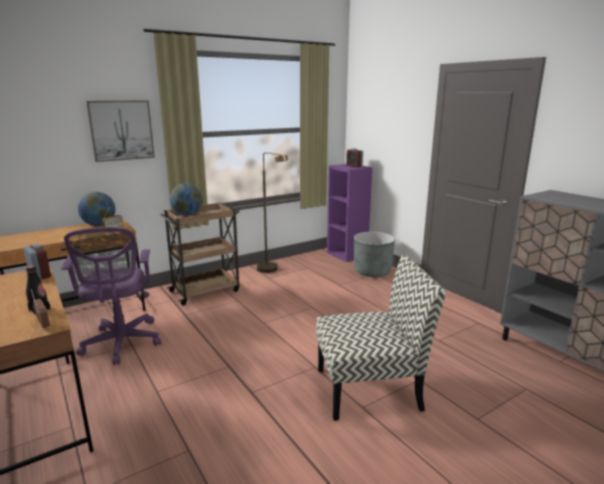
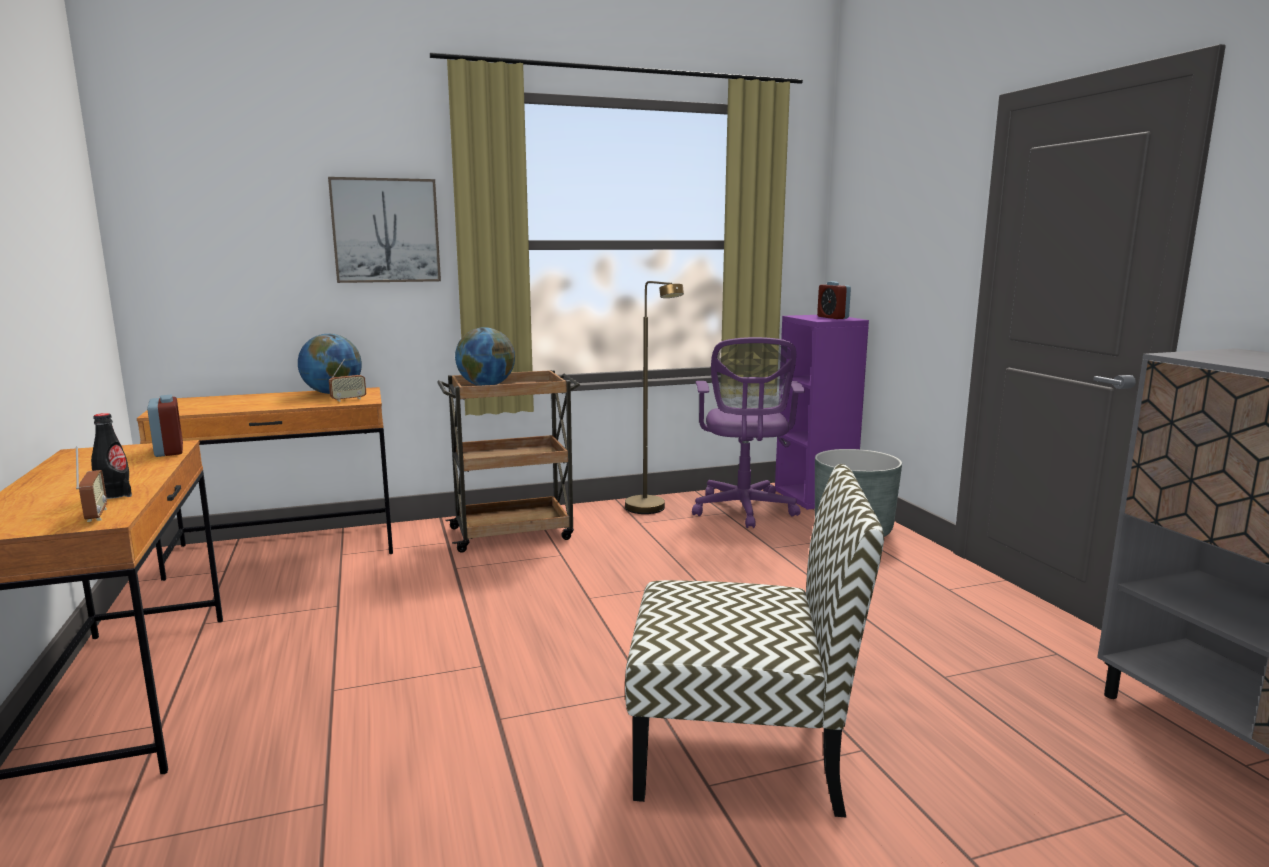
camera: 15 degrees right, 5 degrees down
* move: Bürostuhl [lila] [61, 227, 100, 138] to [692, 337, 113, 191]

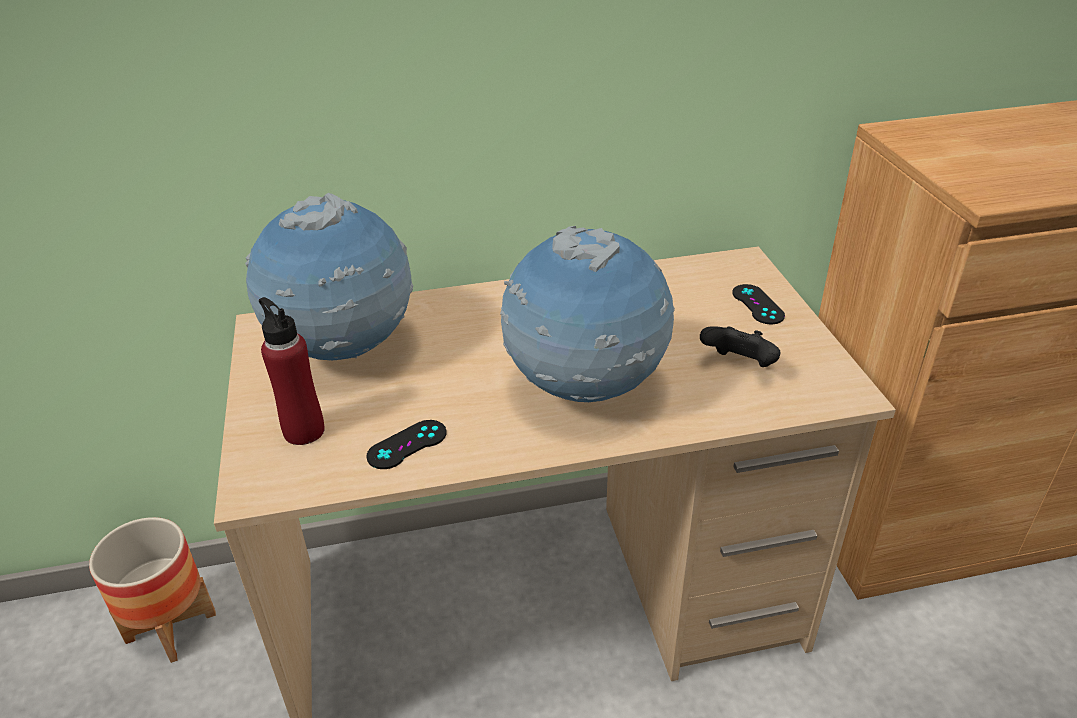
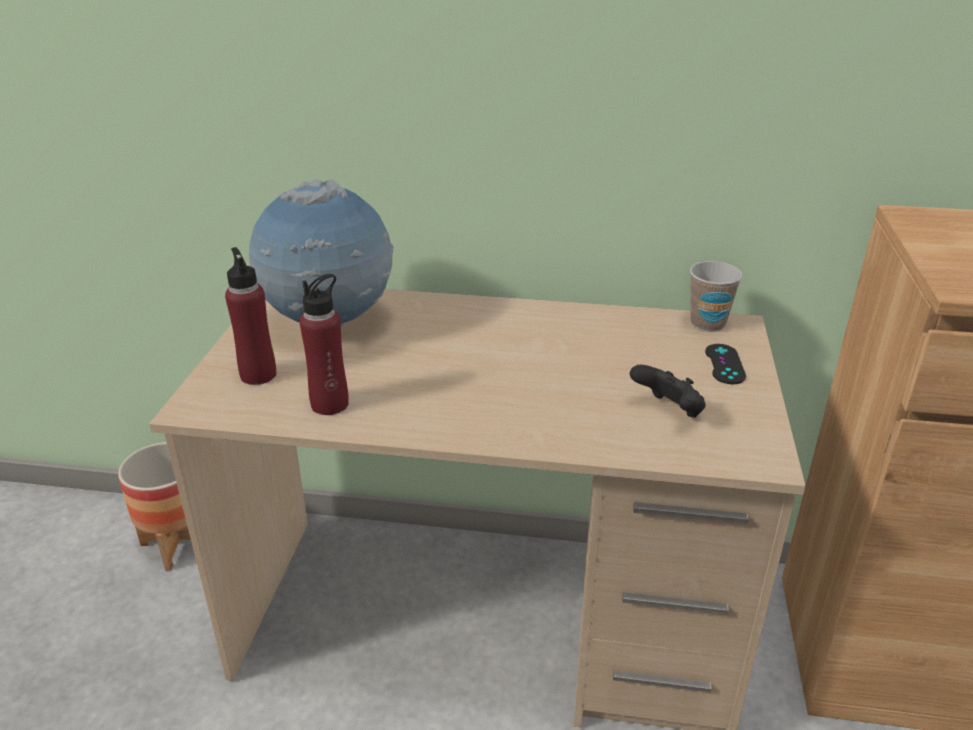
camera: 20 degrees right, 5 degrees down
* delete: Globus [500, 226, 175, 176]
* replace: Gamepad [schwarz] [366, 420, 81, 49] to Flasche [rot] [300, 274, 49, 141]
* insert: Tasse [690, 261, 53, 71]

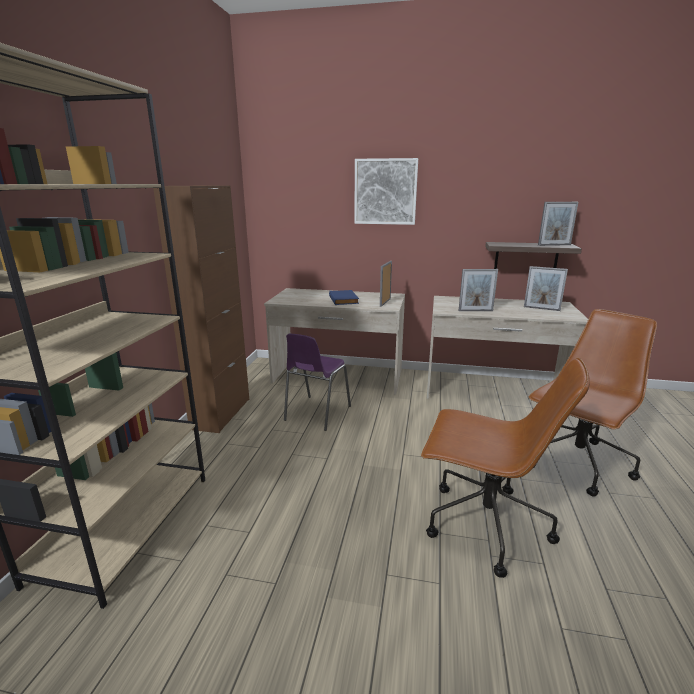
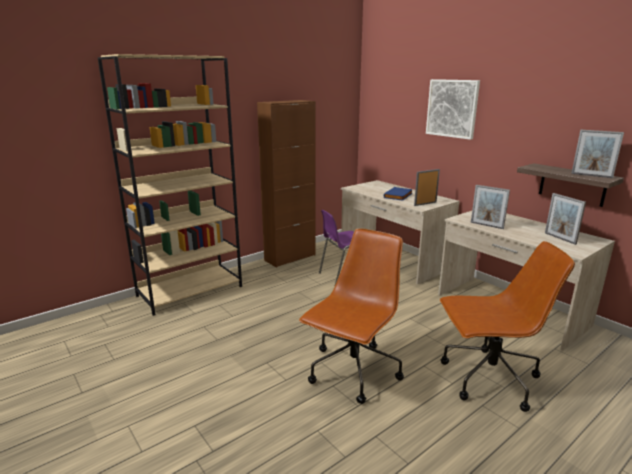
camera: 40 degrees right, 0 degrees up
* rotate: Bürostuhl [braun] [421, 358, 169, 220] = [299, 228, 105, 176] 120 degrees counterclockwise

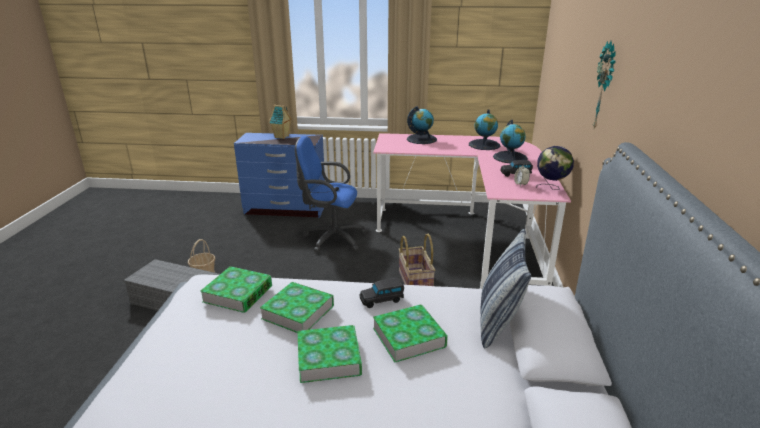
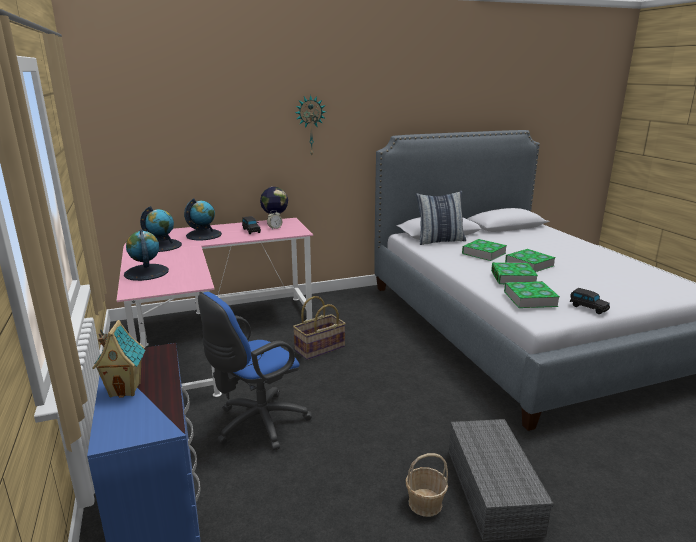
camera: 115 degrees left, 5 degrees down
* rotate: Bürostuhl [blau] [295, 136, 72, 117] = [198, 292, 114, 159] 60 degrees clockwise
* move: Spielzeugauto [schwarz] [360, 277, 44, 31] to [570, 288, 40, 26]

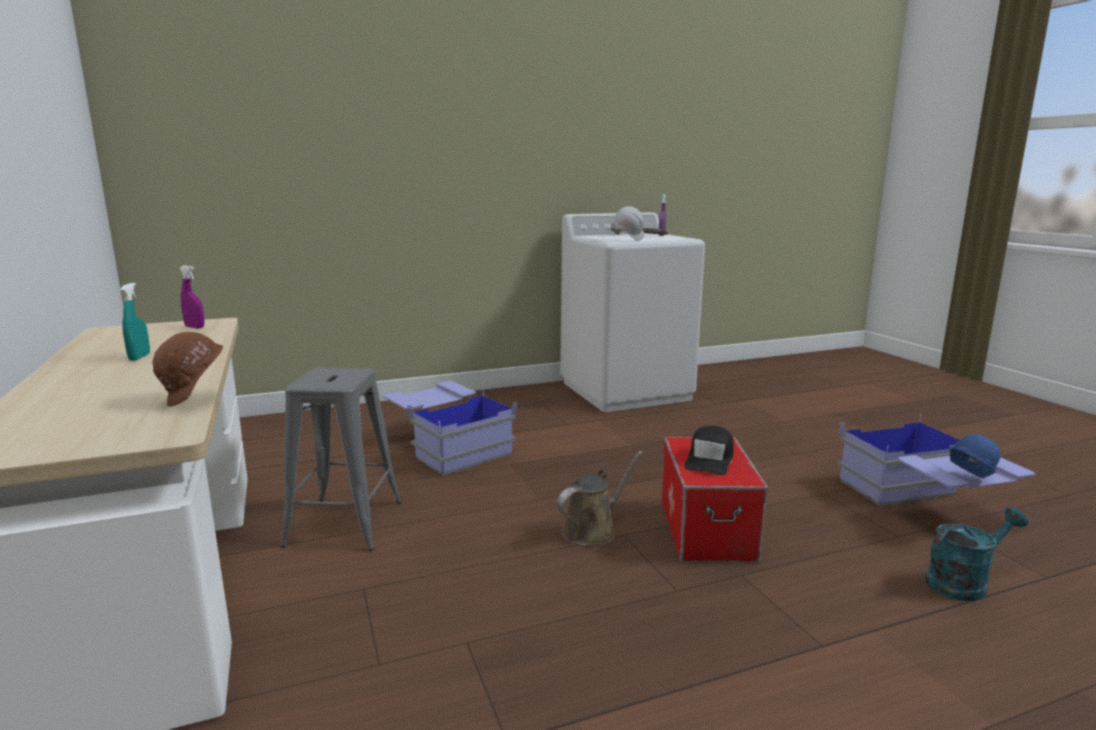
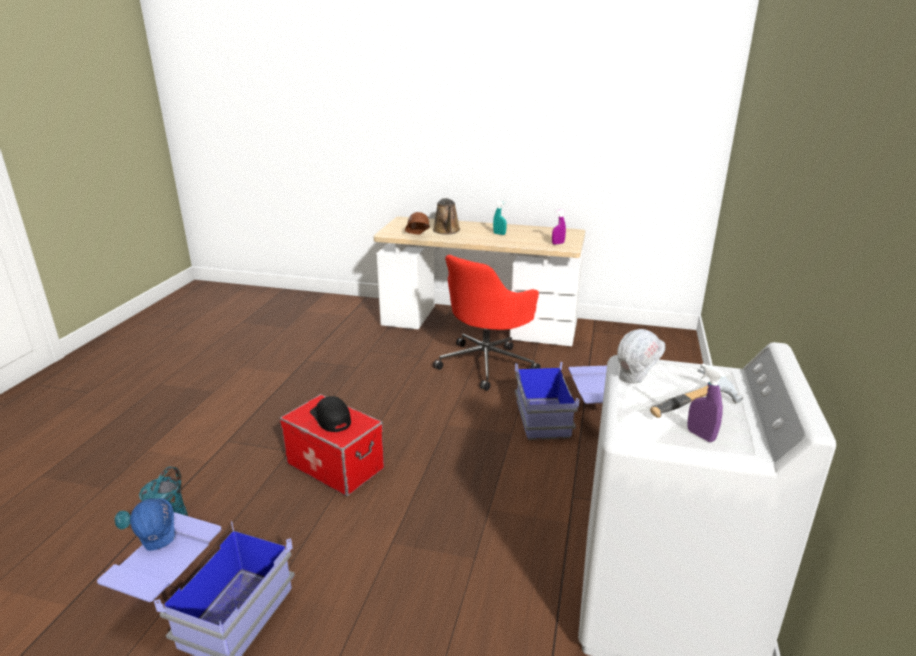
camera: 125 degrees right, 10 degrees up
* replace: Hocker [grau] [280, 367, 122, 184] to Bürostuhl [rot] [433, 255, 107, 136]
* move: Gießkanne [braun] [557, 451, 86, 95] to [433, 198, 27, 36]

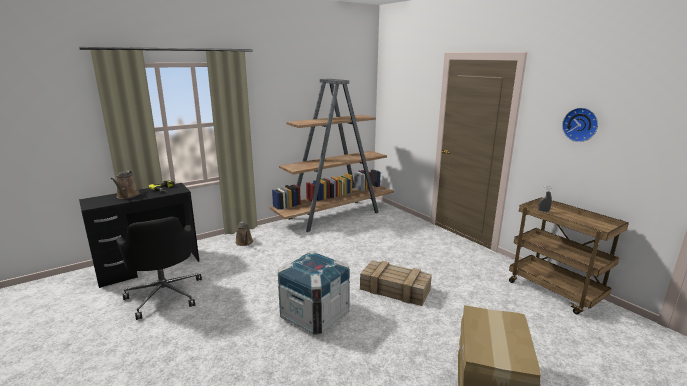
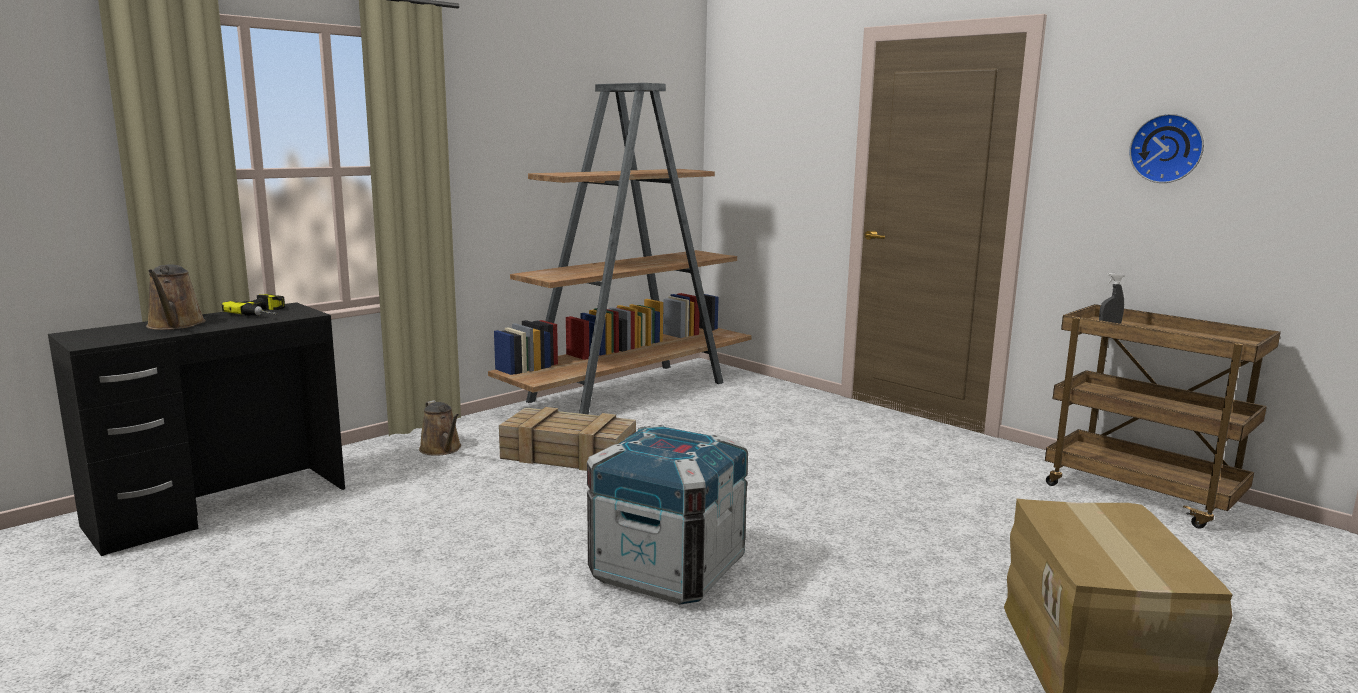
camera: 10 degrees left, 5 degrees down
* delete: Bürostuhl [schwarz] [116, 217, 86, 103]
* move: Kiste [360, 260, 72, 46] to [499, 407, 137, 64]

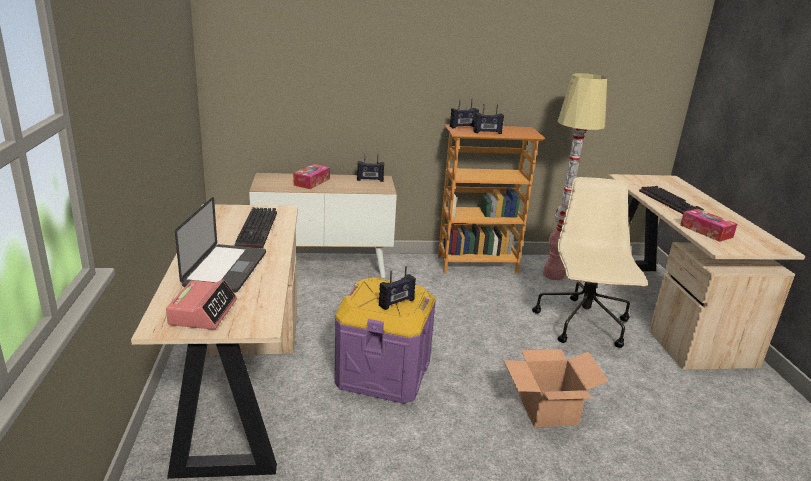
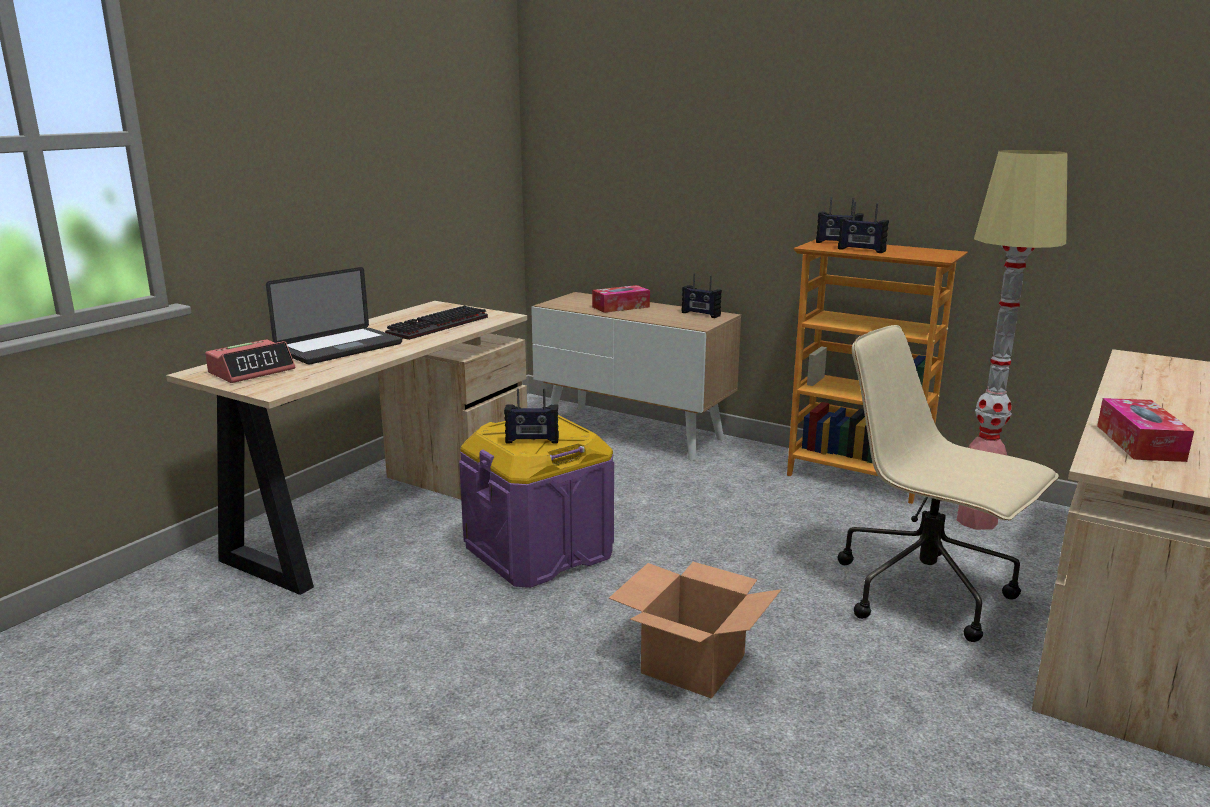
camera: 40 degrees right, 5 degrees down
* rotate: Bürostuhl [beige] [532, 177, 116, 171] = [838, 325, 221, 317] 90 degrees counterclockwise
* delete: Tastatur [639, 186, 65, 28]

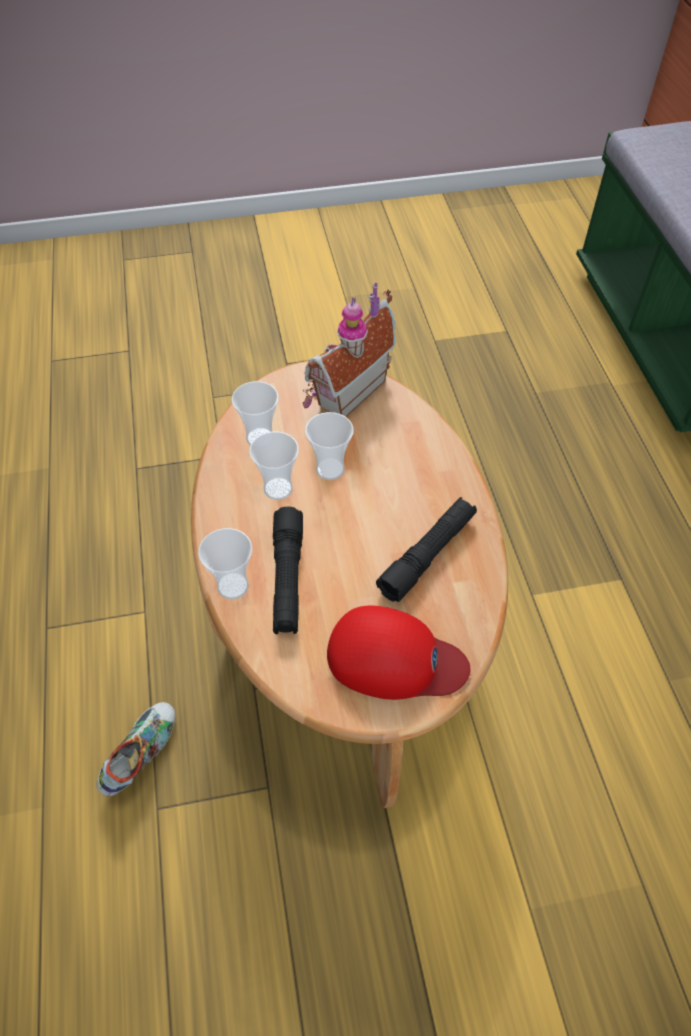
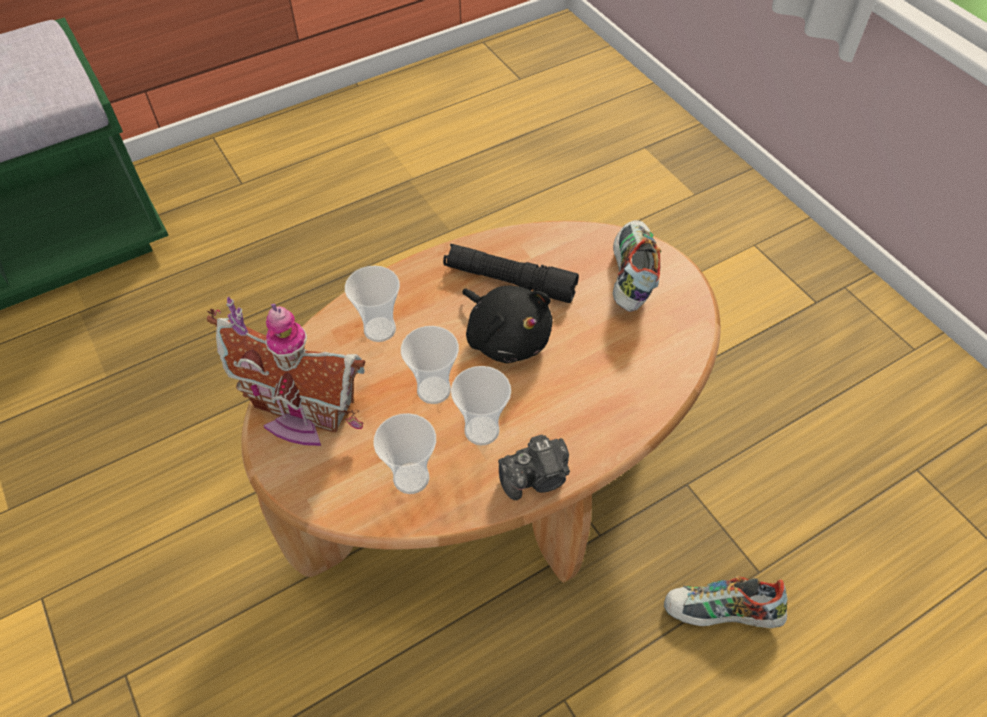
camera: 110 degrees left, 0 degrees up
* delete: Taschenlampe [schwarz] [273, 506, 30, 128]
* move: Tasse [198, 528, 54, 72] to [345, 266, 55, 76]
* replace: Kappe [rot] [327, 606, 144, 94] to Schuh [613, 220, 48, 92]
* insert: Plüschtier [schwarz] [462, 285, 91, 78]
* insert: Kamera [498, 435, 72, 65]

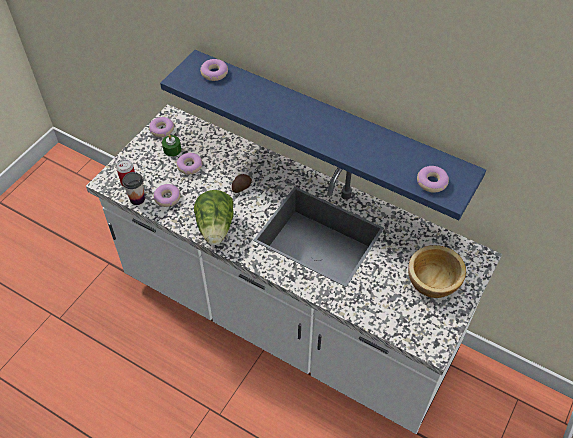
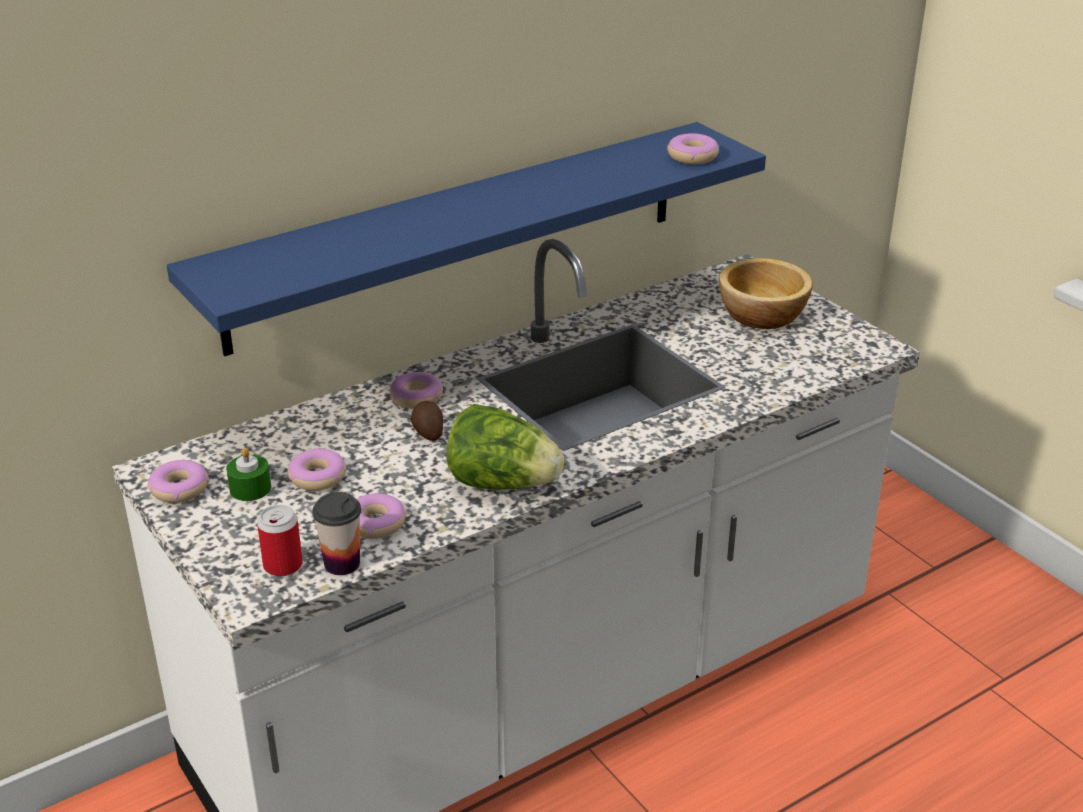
camera: 65 degrees left, 20 degrees down
* move: Donut [200, 59, 28, 22] to [390, 372, 53, 37]

